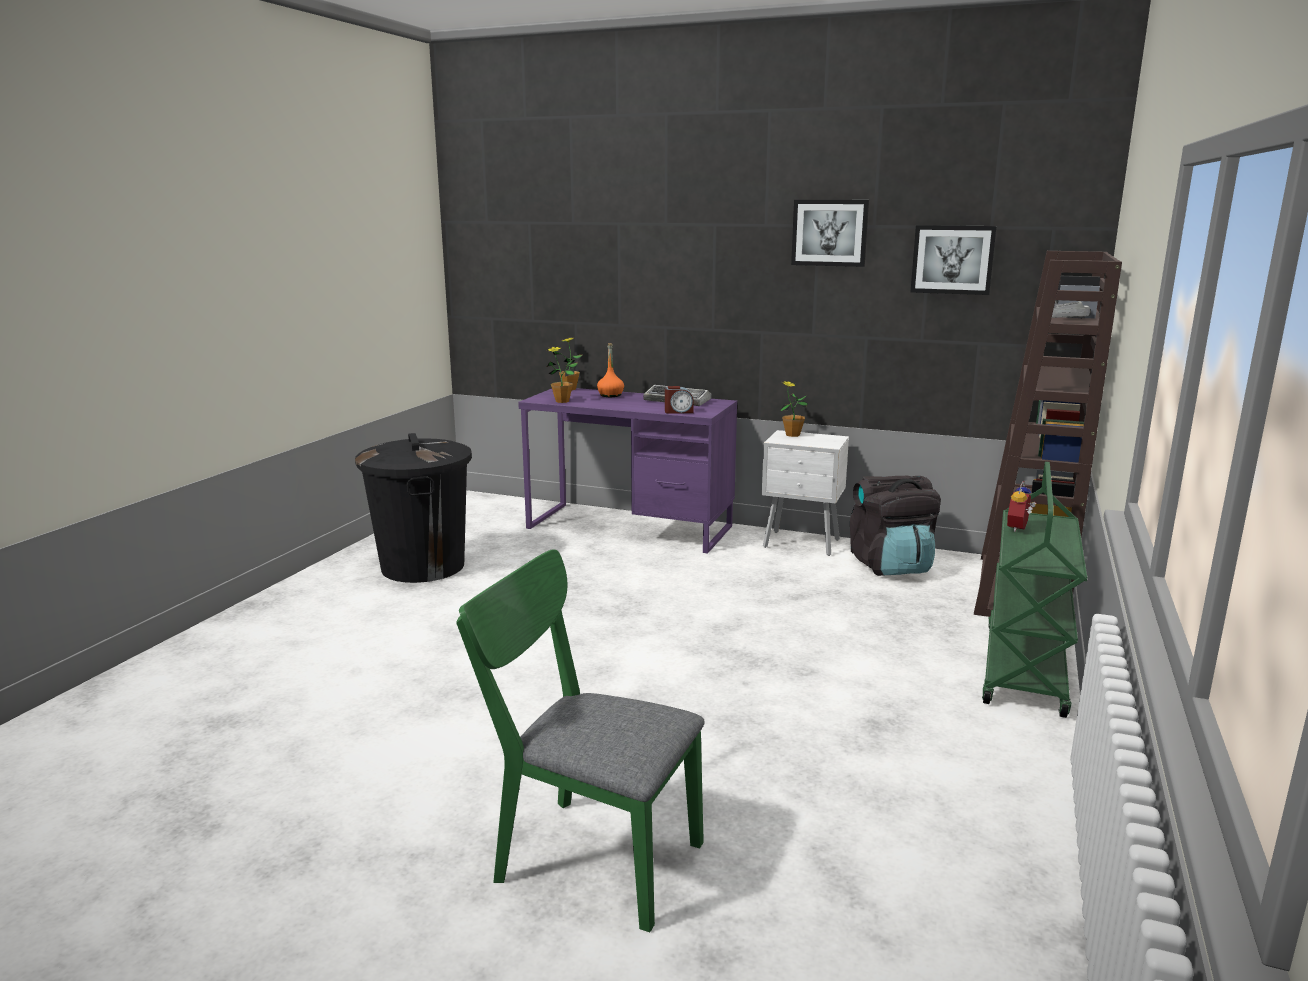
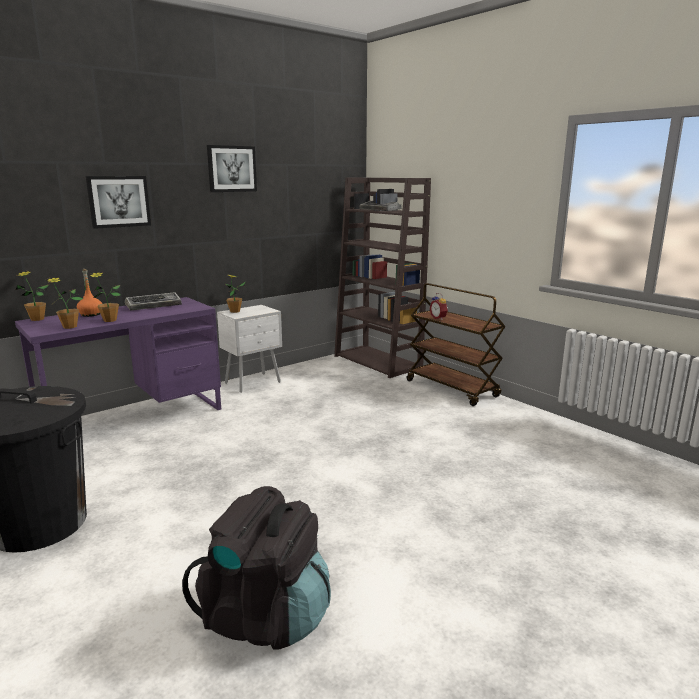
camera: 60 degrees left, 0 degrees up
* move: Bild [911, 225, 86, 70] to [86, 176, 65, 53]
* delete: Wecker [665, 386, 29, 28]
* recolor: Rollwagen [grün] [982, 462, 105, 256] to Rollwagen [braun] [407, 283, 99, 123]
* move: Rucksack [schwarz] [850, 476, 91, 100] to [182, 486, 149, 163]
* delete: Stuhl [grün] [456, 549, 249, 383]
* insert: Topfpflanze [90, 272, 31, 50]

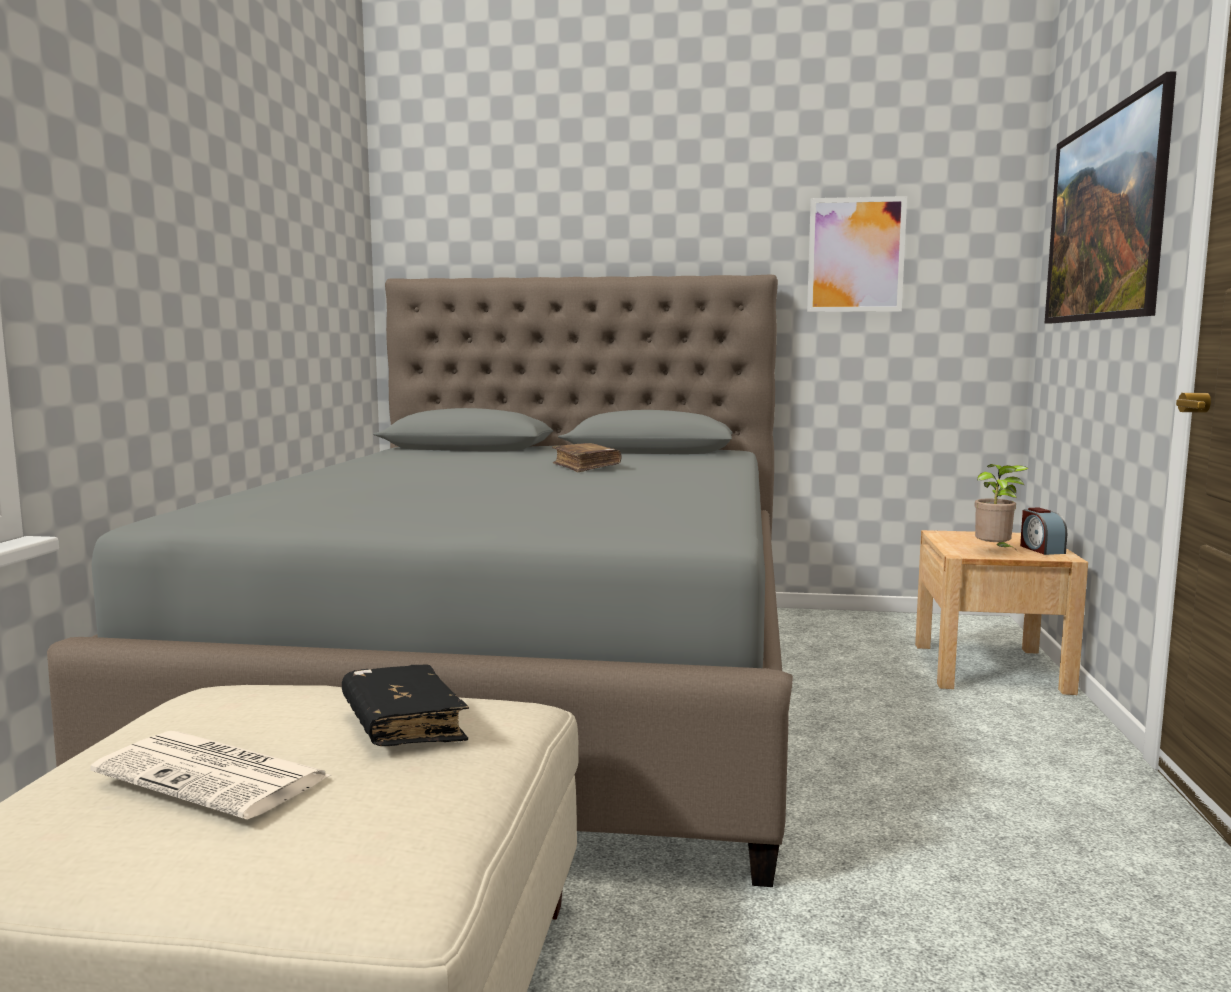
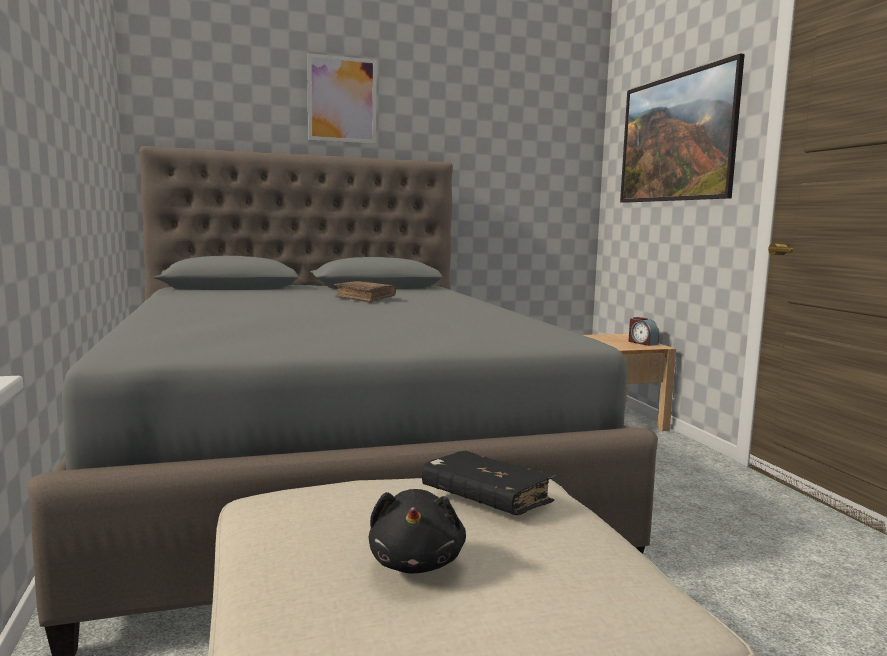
camera: 25 degrees left, 0 degrees up
* move: Bild [807, 196, 100, 116] to [307, 53, 70, 91]
* delete: Topfpflanze [975, 464, 53, 85]
* replace: Zeitung [90, 731, 243, 89] to Plüschtier [schwarz] [369, 489, 97, 84]

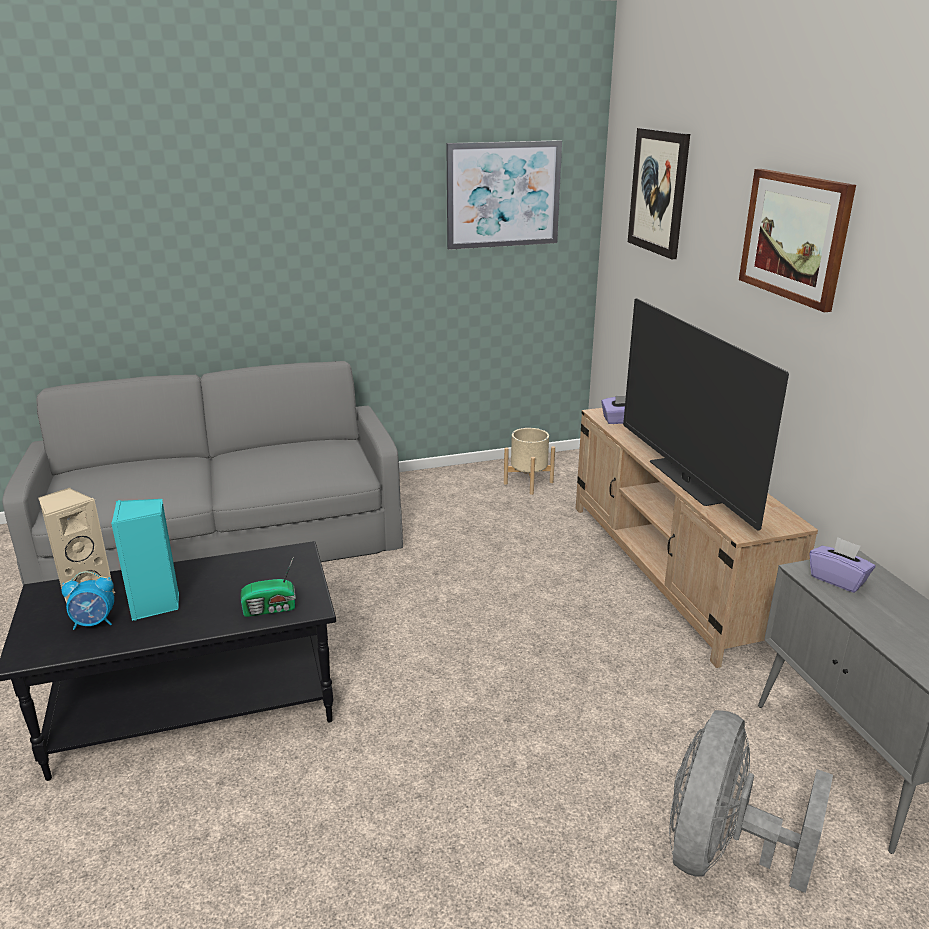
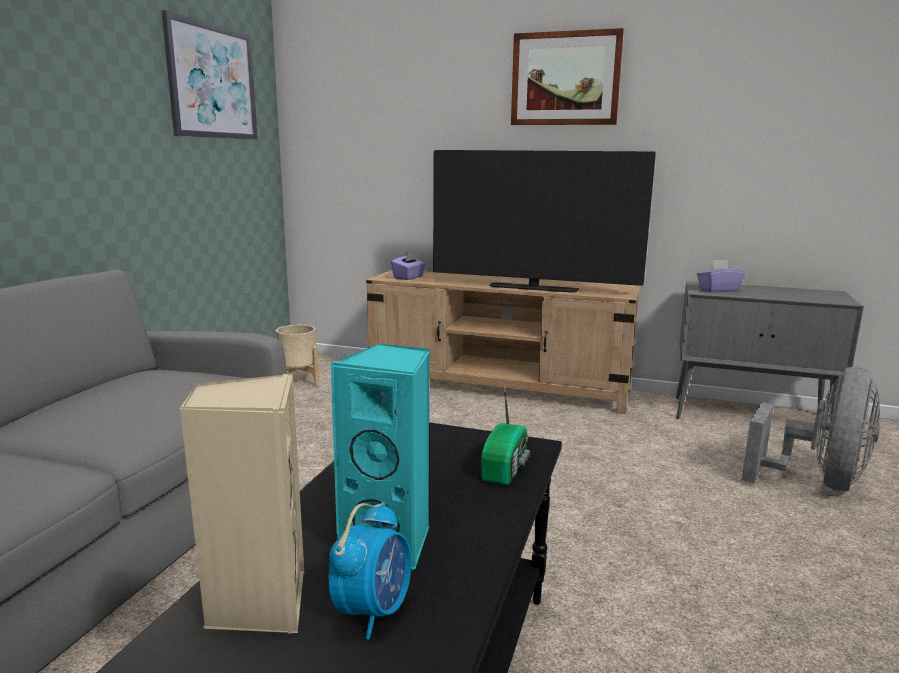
camera: 55 degrees left, 10 degrees down
* delete: Bild [628, 128, 62, 131]
* rotate: Ventilator [grau] [669, 710, 164, 183] = [742, 367, 138, 124] 120 degrees counterclockwise

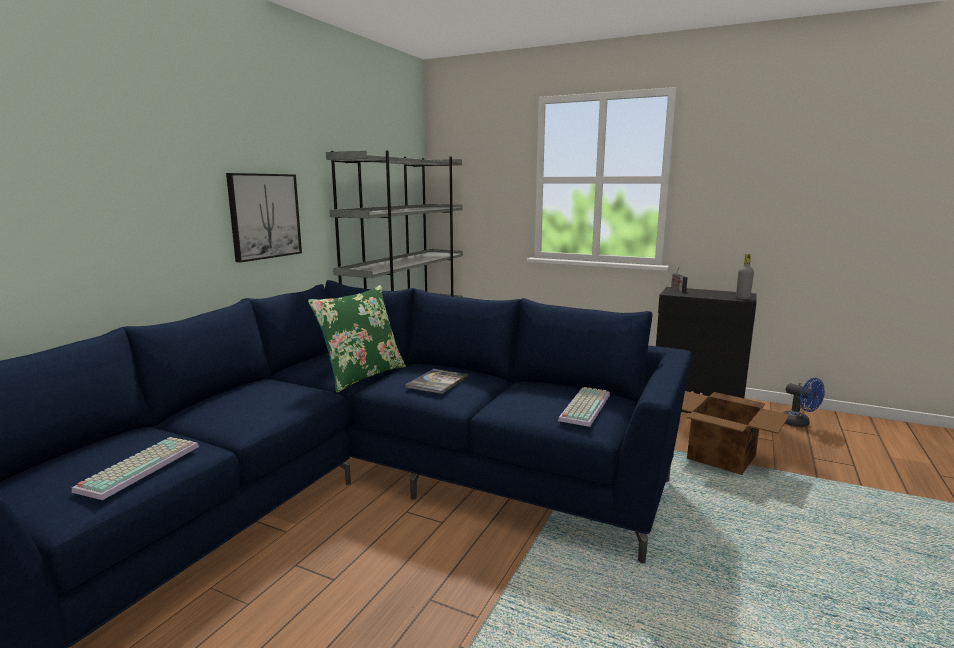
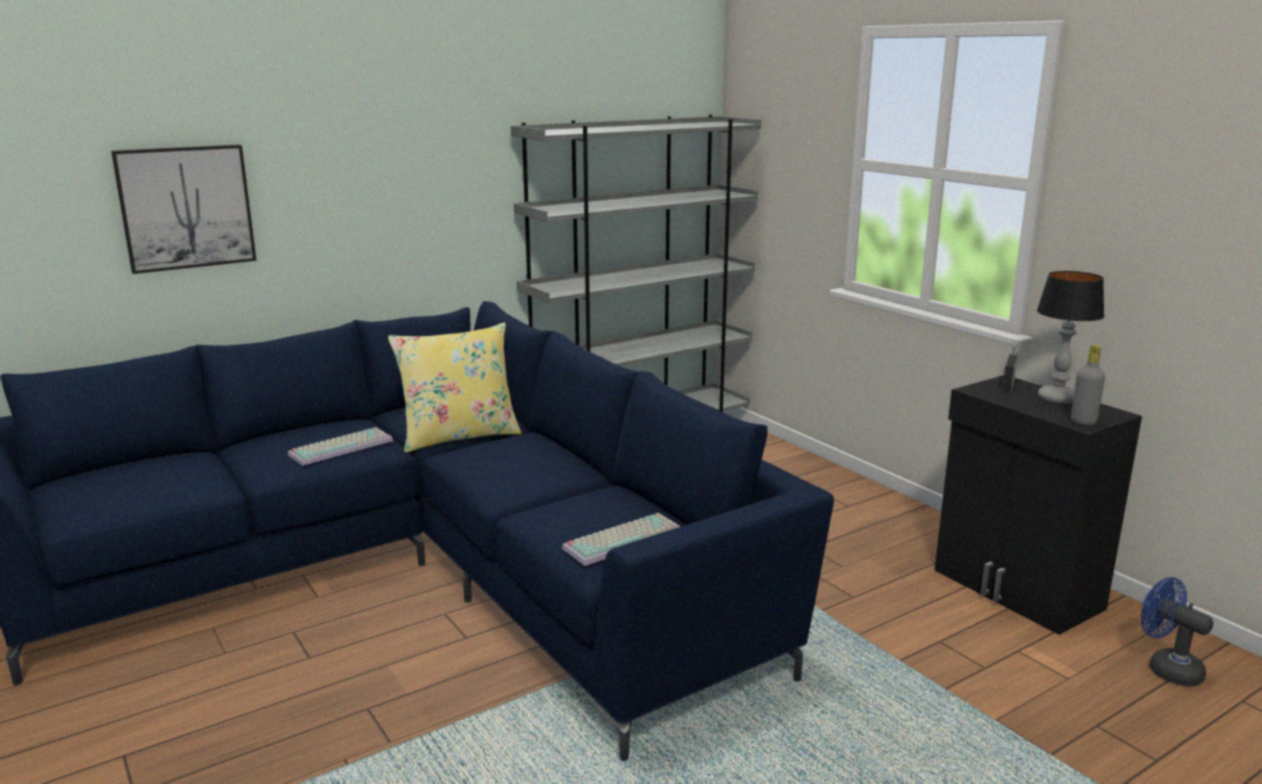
camera: 30 degrees right, 5 degrees up
* move: Bild [226, 173, 76, 90] to [111, 145, 146, 129]
* recolor: Kissen [grün] [308, 285, 98, 107] to Kissen [gelb] [388, 323, 134, 130]
* delete: Buch [405, 369, 63, 25]
* rotate: Ventilator [blau] [782, 378, 43, 49] = [1141, 577, 73, 109] 150 degrees clockwise
* delete: Karton [682, 391, 108, 84]
* move: Tastatur [72, 437, 127, 63] to [288, 427, 105, 39]
* insert: Tischlampe [1037, 271, 67, 133]

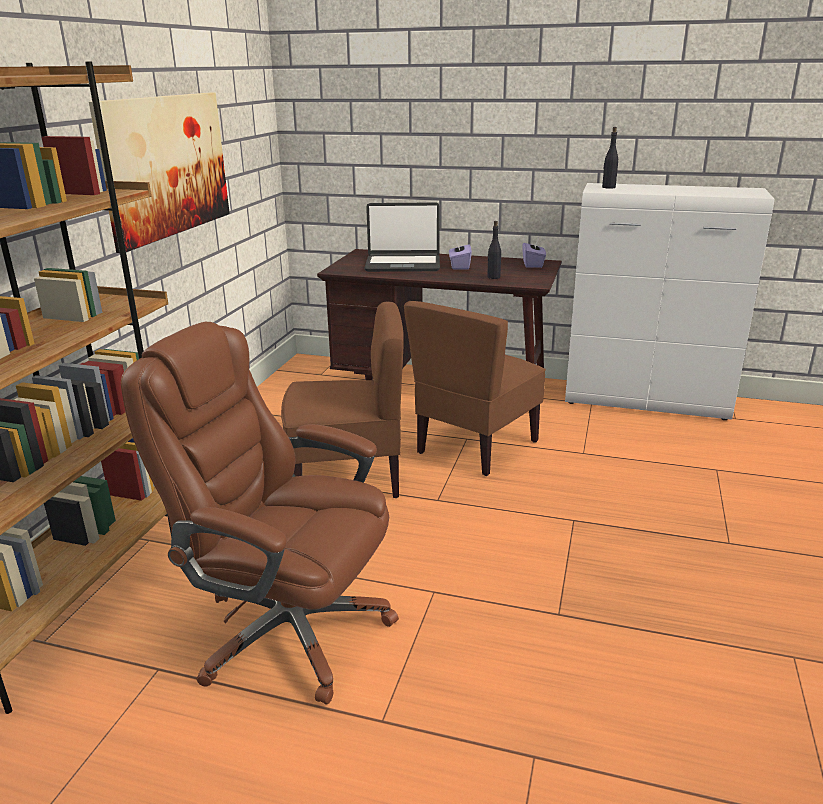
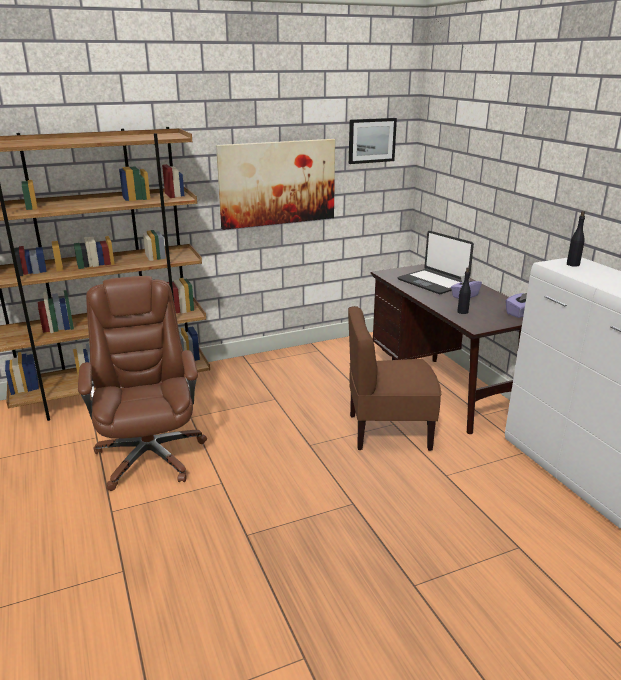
camera: 50 degrees right, 0 degrees up
* delete: Stuhl [braun] [281, 302, 123, 196]
* insert: Bild [349, 118, 48, 46]

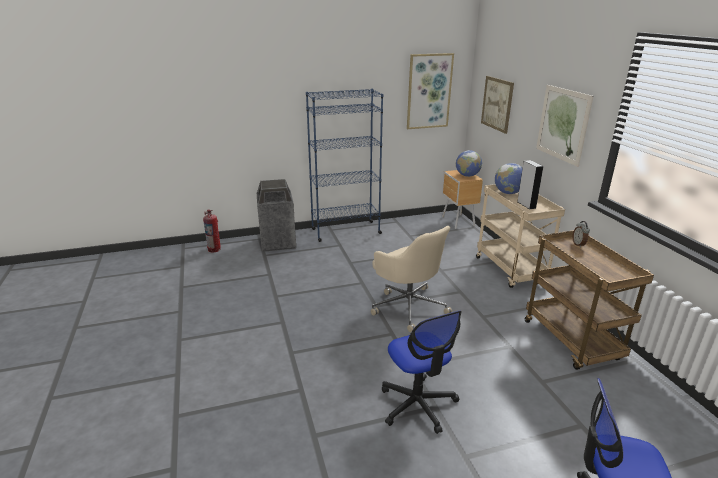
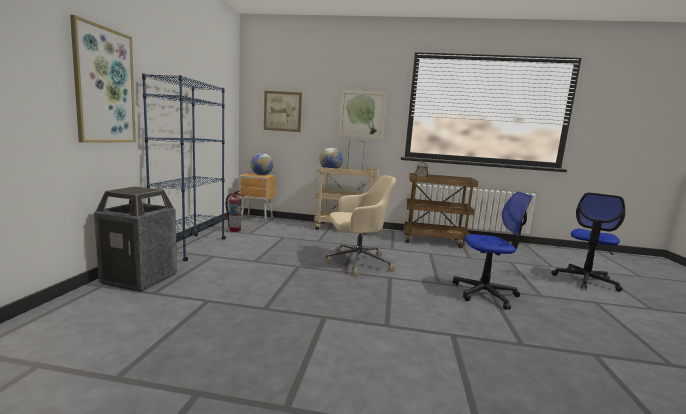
camera: 65 degrees left, 15 degrees down
* move: Bild [407, 53, 47, 76] to [70, 15, 66, 128]
* move: Feuerlöscher [203, 209, 18, 43] to [226, 190, 19, 42]

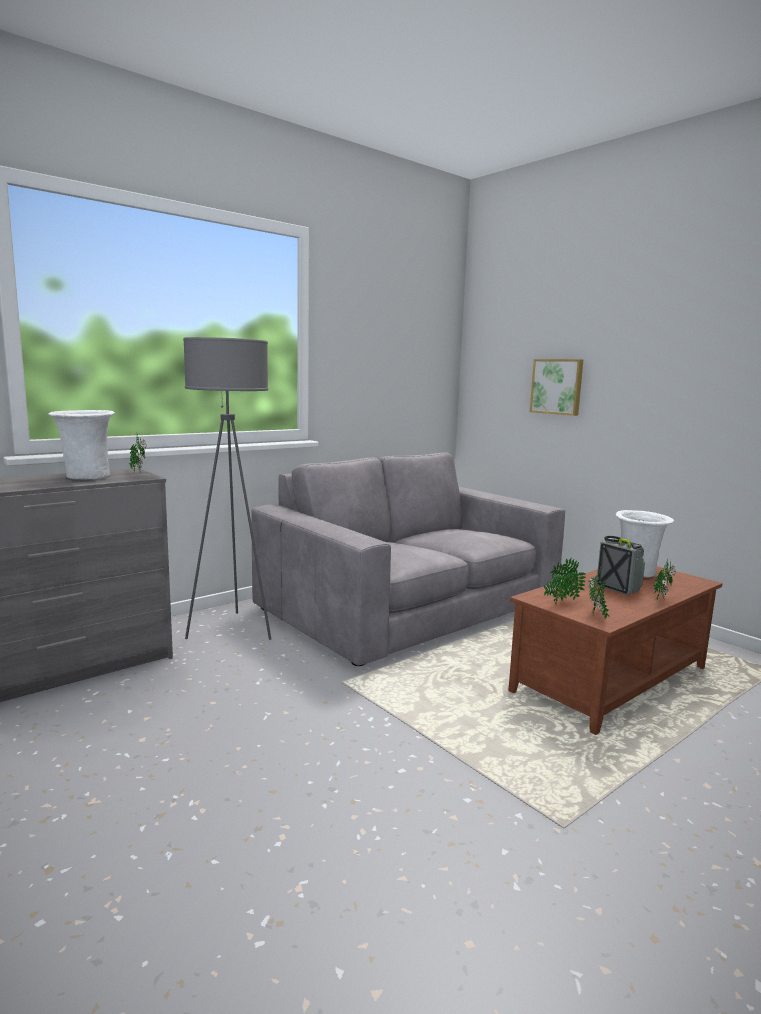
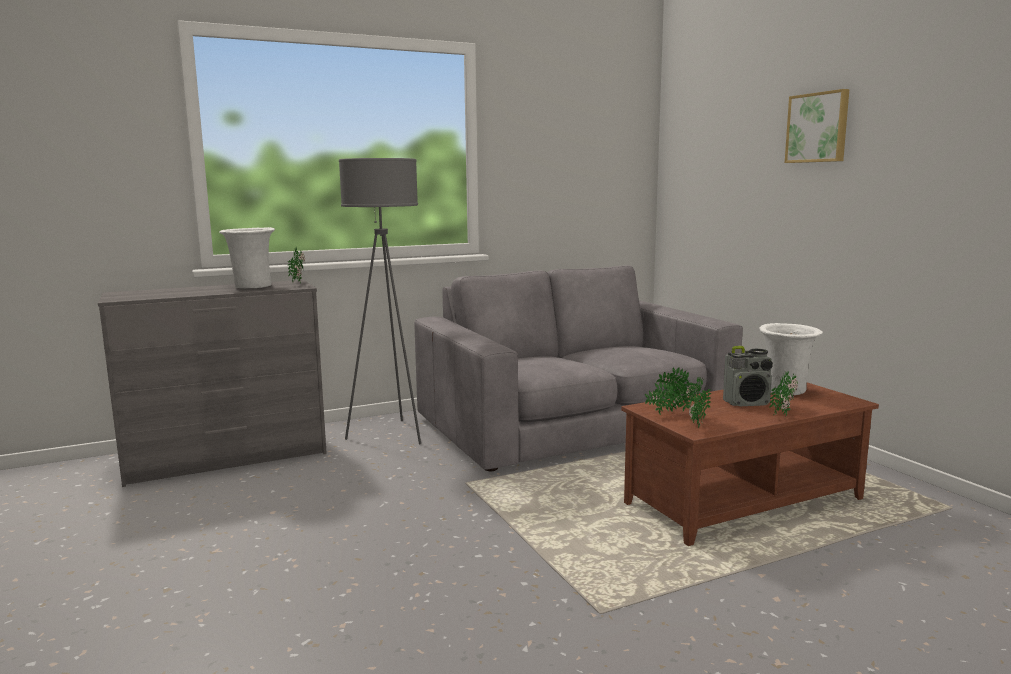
camera: 15 degrees right, 0 degrees up
* move: Bild [530, 359, 53, 57] to [785, 89, 64, 74]
* rotate: Radio [597, 536, 48, 59] = [723, 346, 50, 60] 105 degrees clockwise

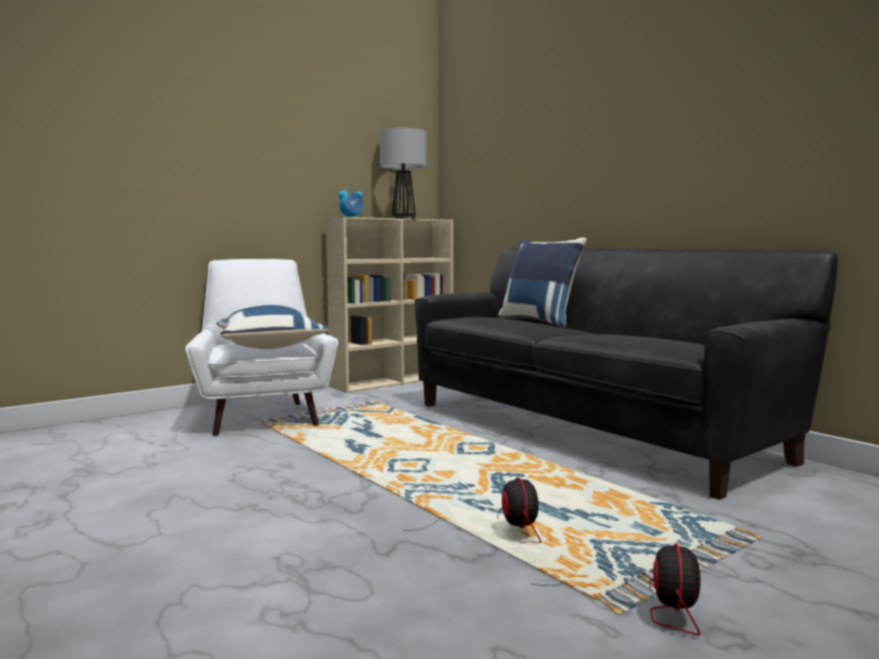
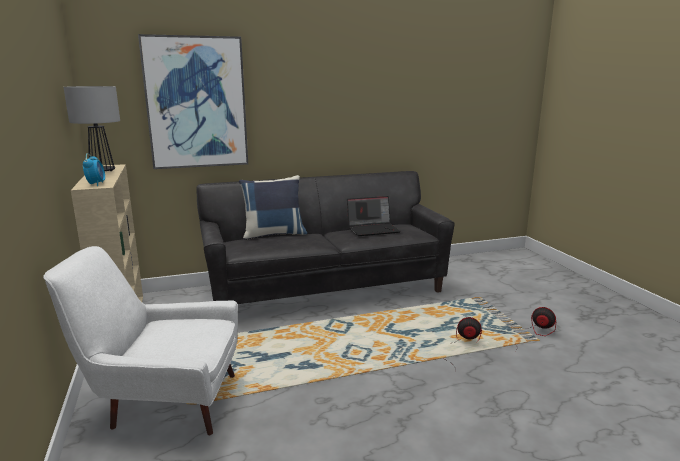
camera: 70 degrees left, 10 degrees up
* delete: Kissen [blau] [217, 305, 112, 44]
* insert: Bild [138, 34, 110, 135]
* insert: Laptop [347, 196, 54, 40]

